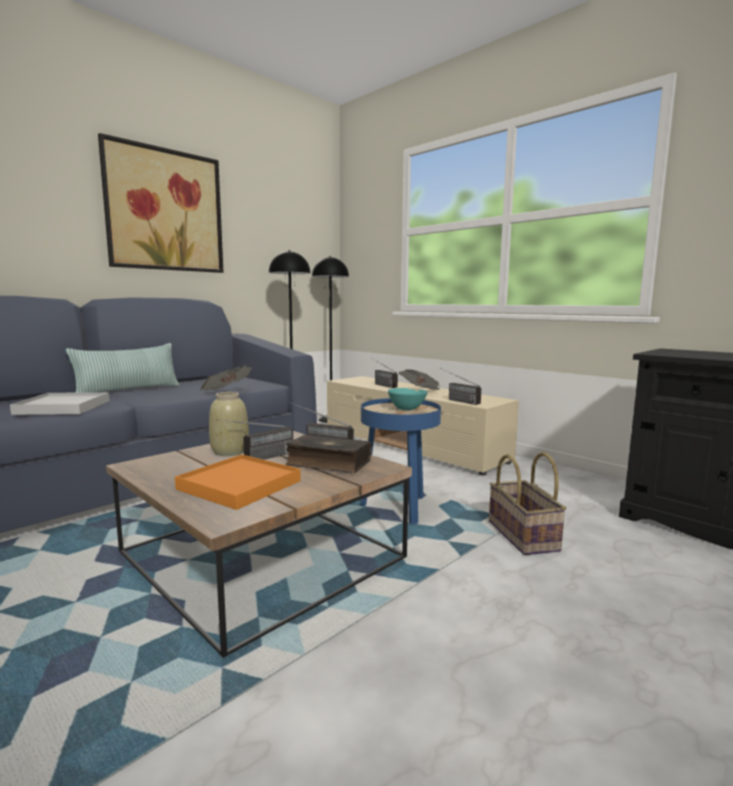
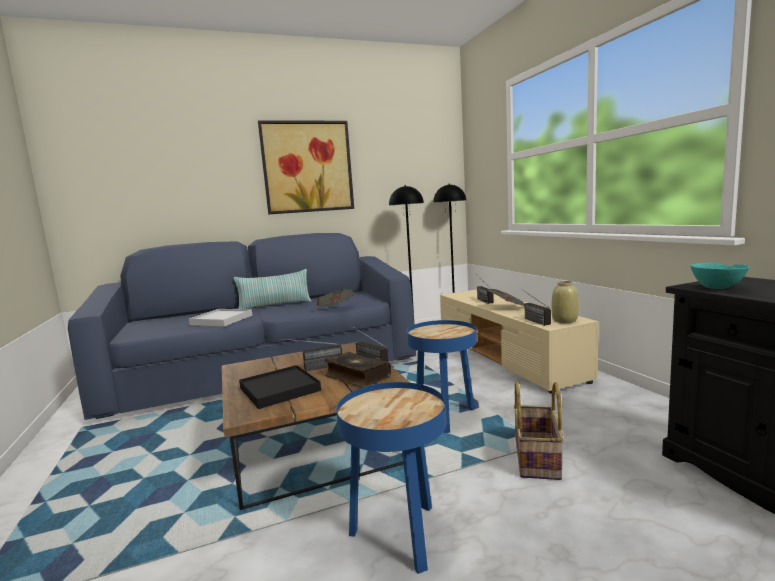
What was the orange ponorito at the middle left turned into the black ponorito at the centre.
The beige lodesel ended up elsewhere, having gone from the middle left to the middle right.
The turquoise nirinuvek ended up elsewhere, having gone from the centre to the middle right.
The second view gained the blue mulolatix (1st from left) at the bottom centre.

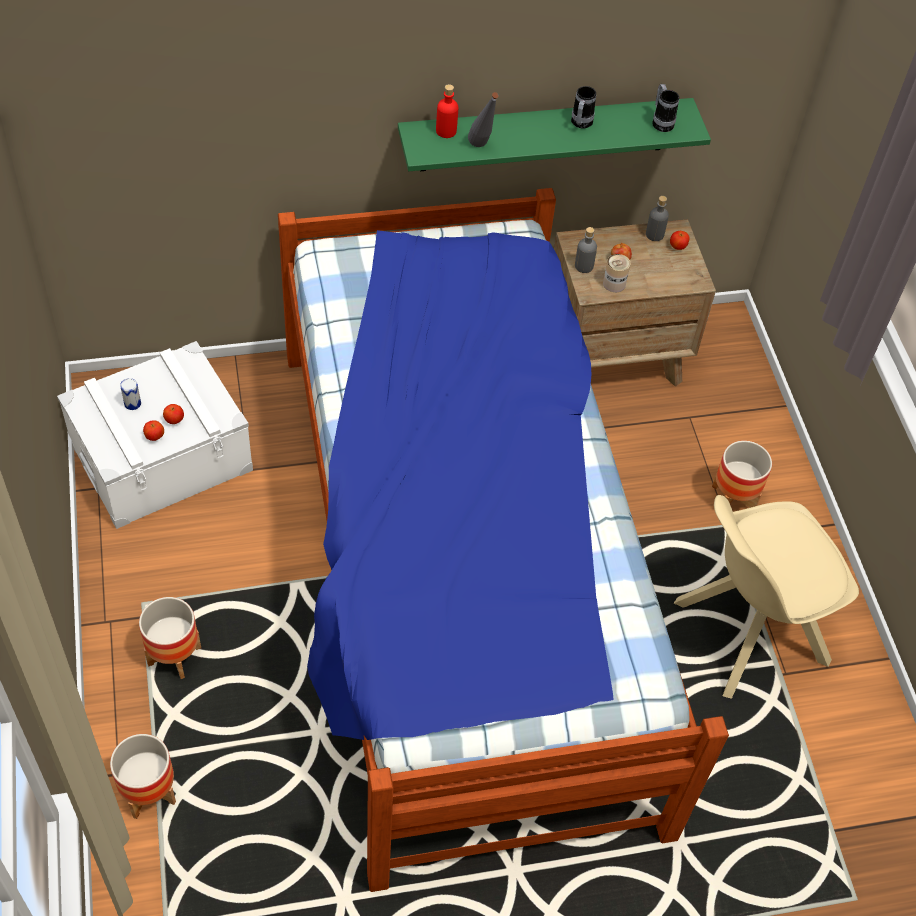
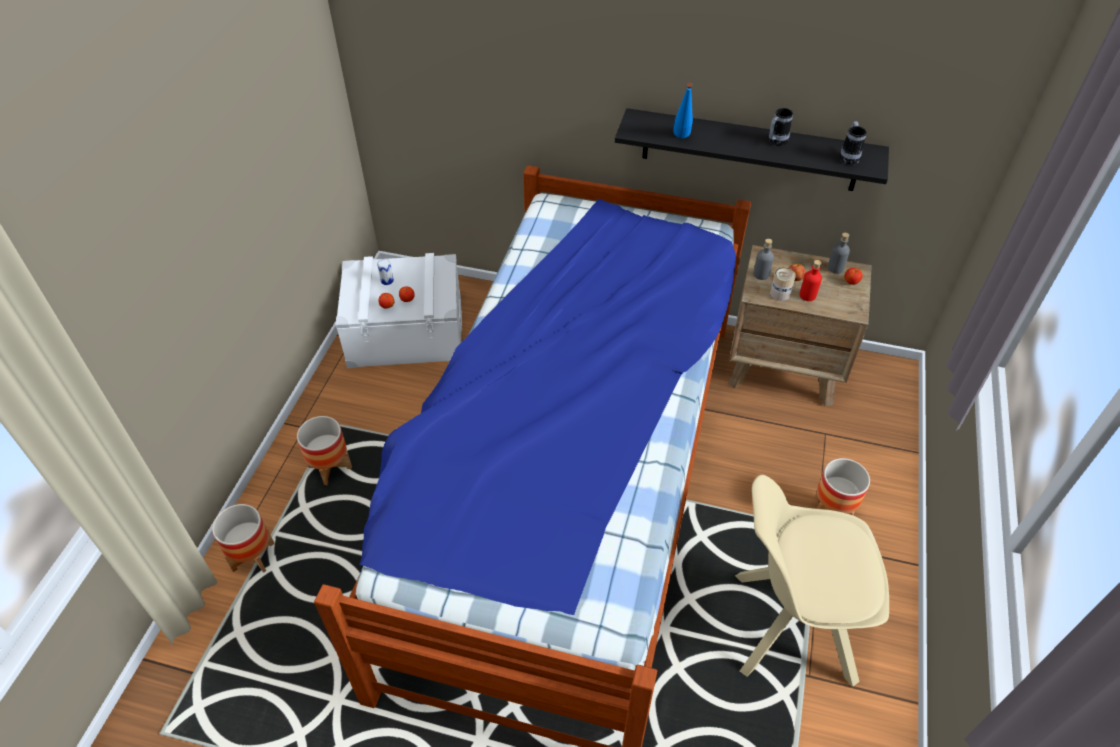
What was the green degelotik at the top centre turned into the black degelotik at the top right.
The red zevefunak ended up elsewhere, having gone from the top centre to the middle right.
What was the grey zevefunak (1st from left) at the top centre turned into the blue zevefunak at the top centre.

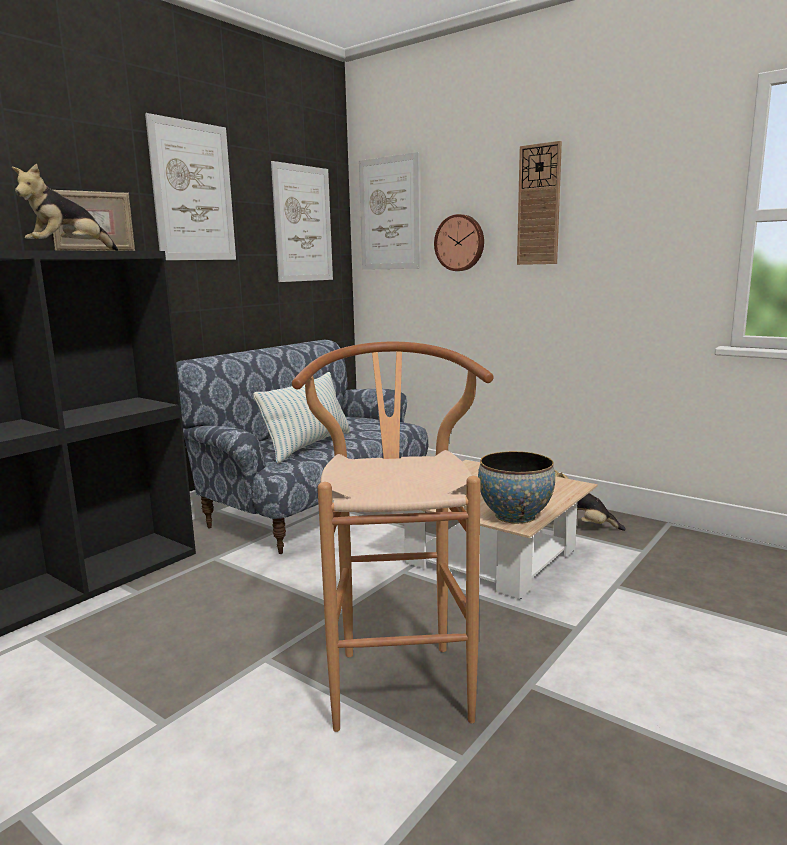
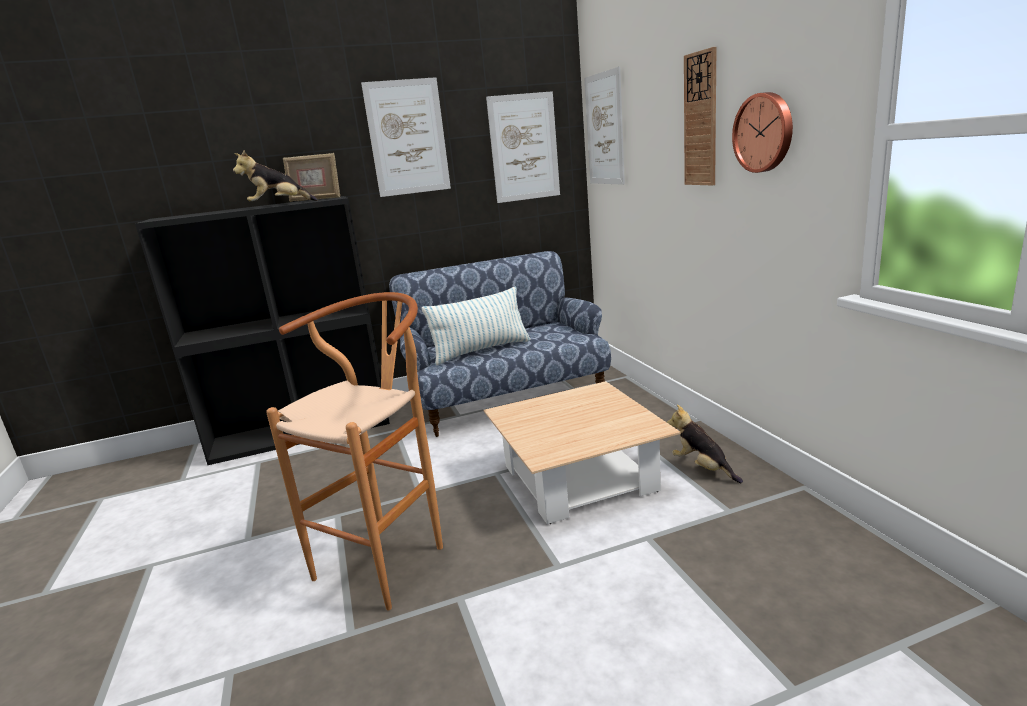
The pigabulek (1st from left in the first image) ended up elsewhere, having gone from the top centre to the top right.
The second view lost the nirinuvek at the centre.

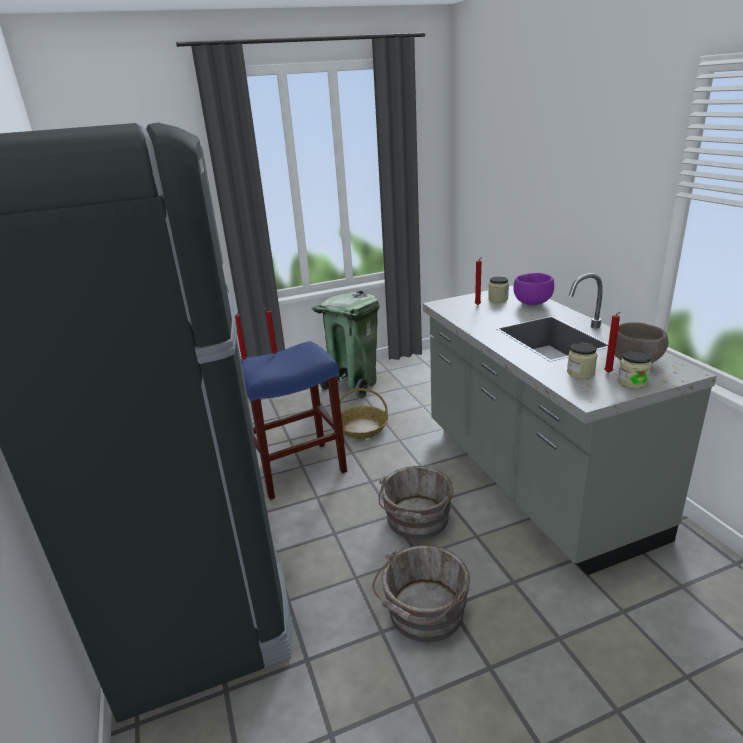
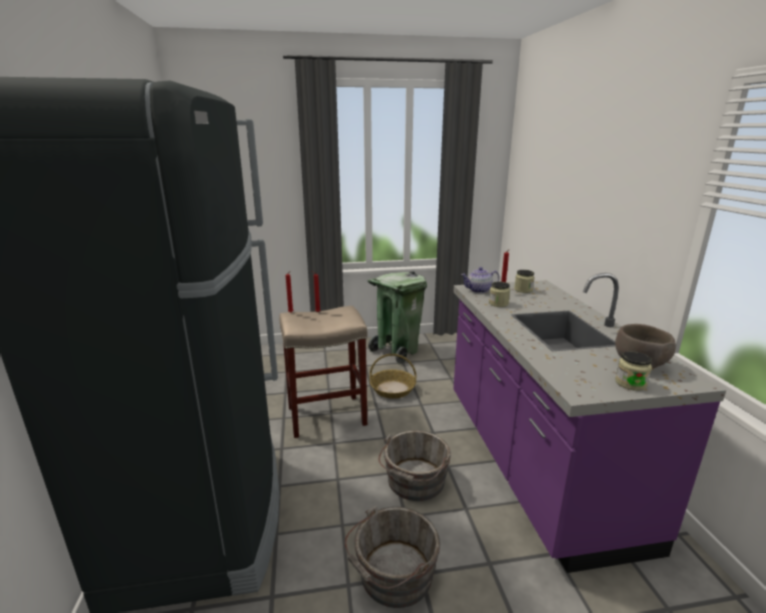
What was the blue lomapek at the centre turned into the beige lomapek at the centre.
What was the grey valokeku at the middle right turned into the purple valokeku at the bottom right.
The second view lost the purple nirinuvek at the middle right.
The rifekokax (2nd from left in the first image) ended up elsewhere, having gone from the middle right to the centre.
The second view lost the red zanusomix (4th from left) at the middle right.
The second view gained the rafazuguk at the centre.

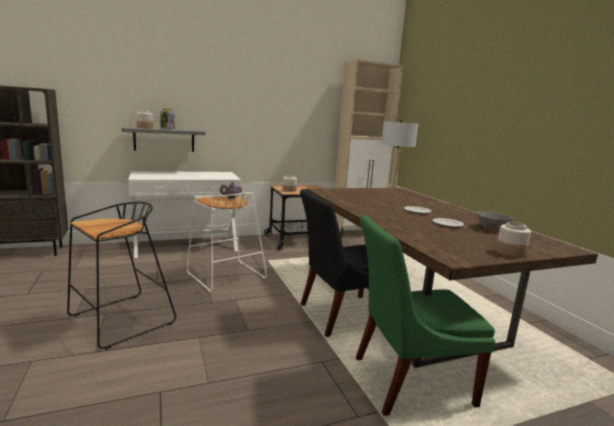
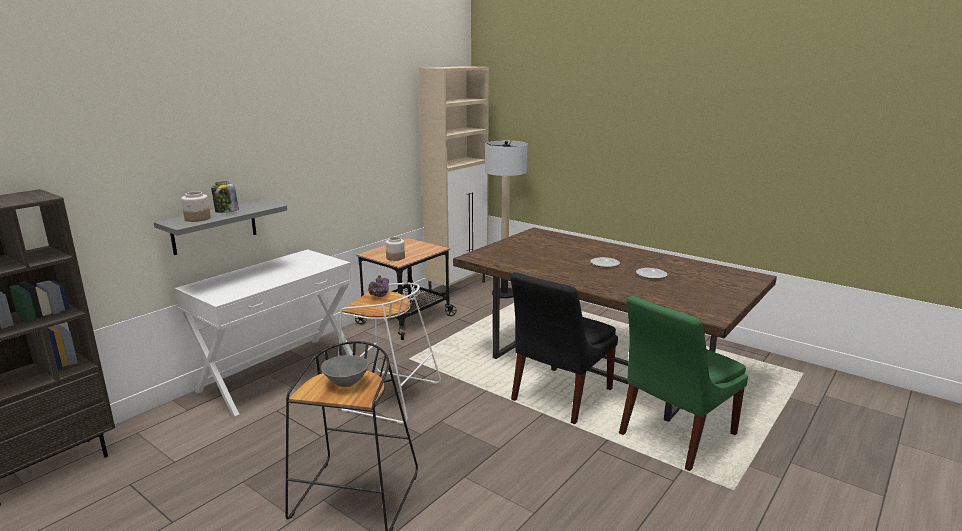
The grey nirinuvek ended up elsewhere, having gone from the middle right to the bottom centre.
The second view lost the rifekokax (4th from left) at the middle right.

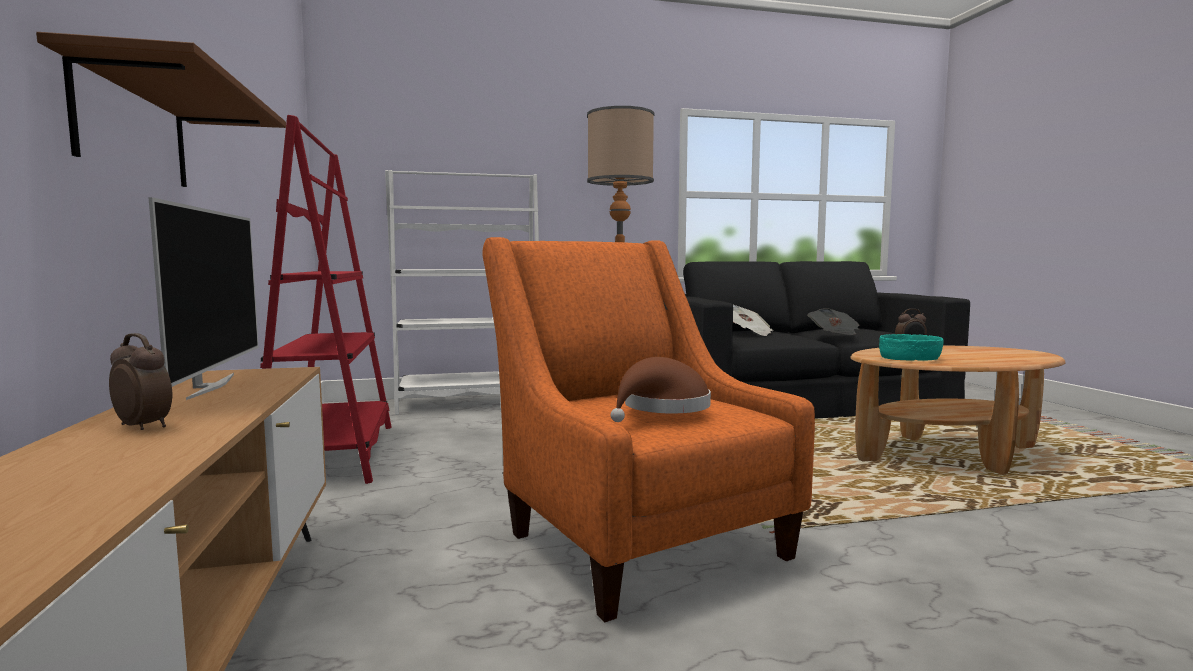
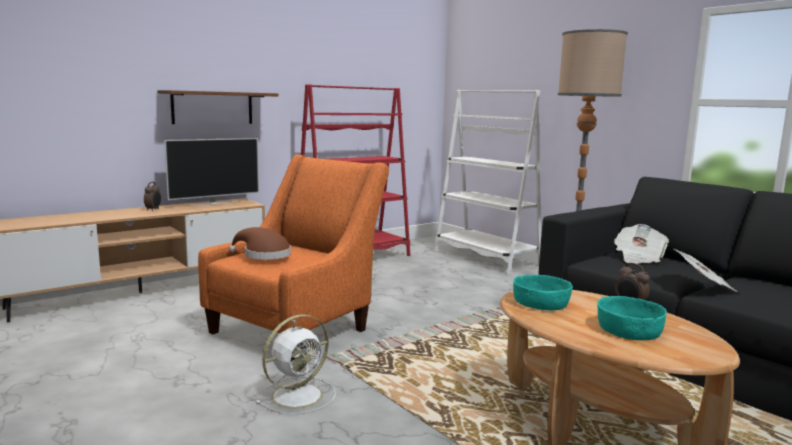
The second view gained the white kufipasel at the bottom centre.
The second view gained the turquoise nirinuvek (2nd from left) at the bottom right.

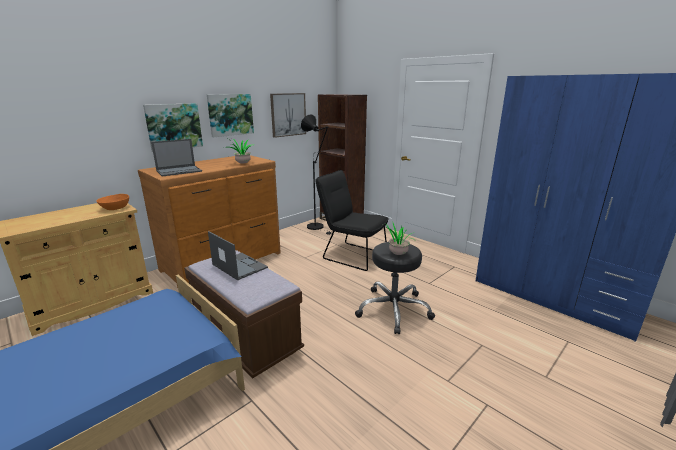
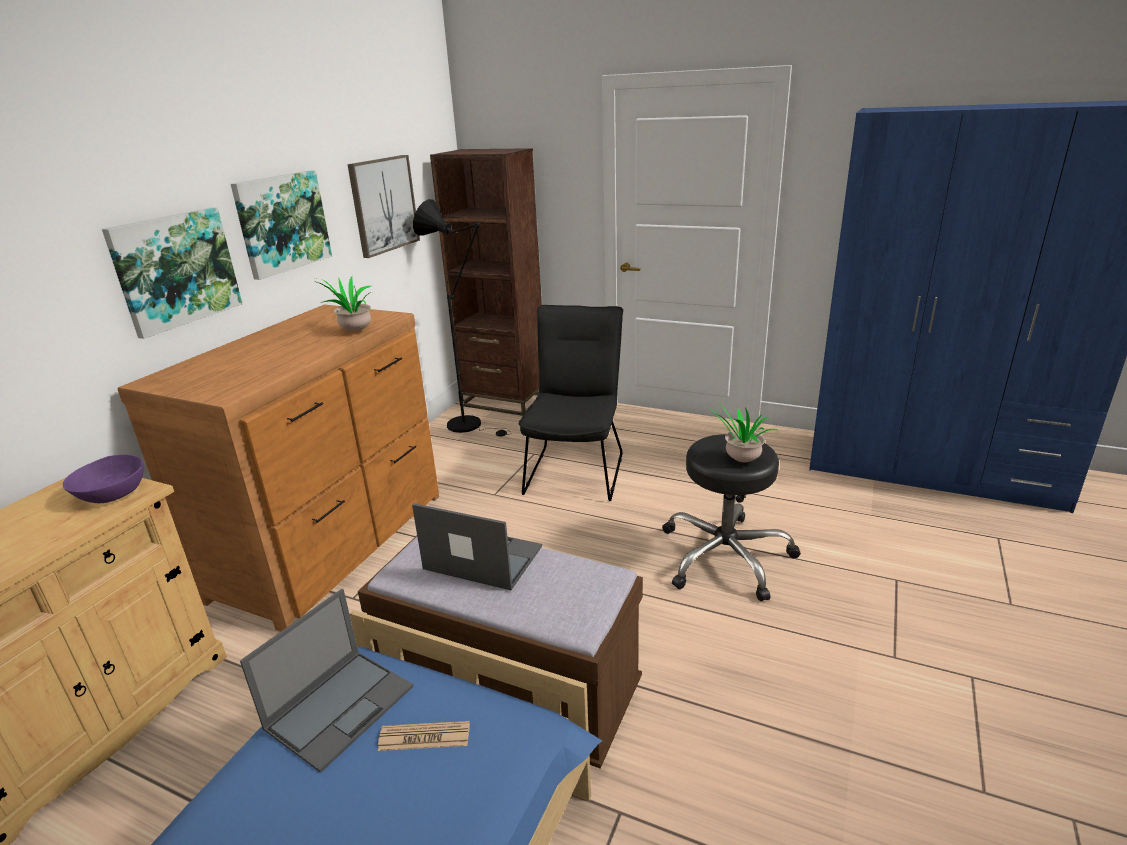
What was the orange nirinuvek at the middle left turned into the purple nirinuvek at the middle left.
The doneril (1st from left) ended up elsewhere, having gone from the middle left to the bottom left.
The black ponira at the centre ended up facing another way, 90 degrees clockwise from before.
The second view gained the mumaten at the bottom centre.

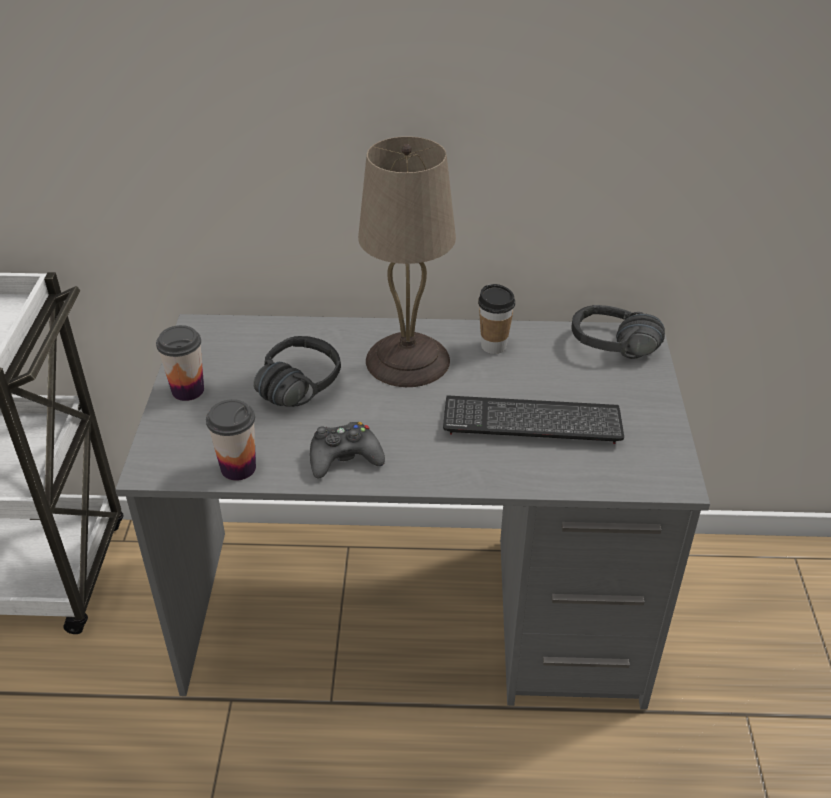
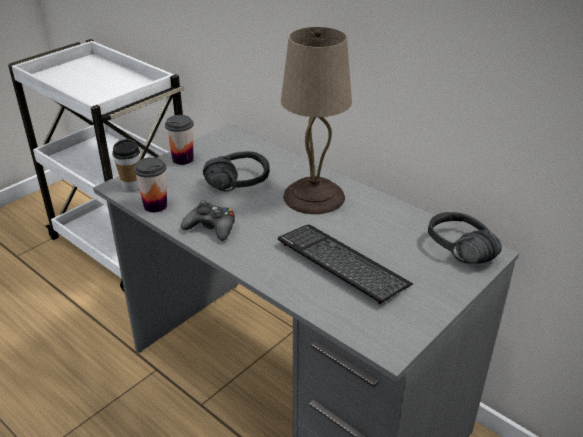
The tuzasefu (3rd from left in the first image) ended up elsewhere, having gone from the centre to the middle left.

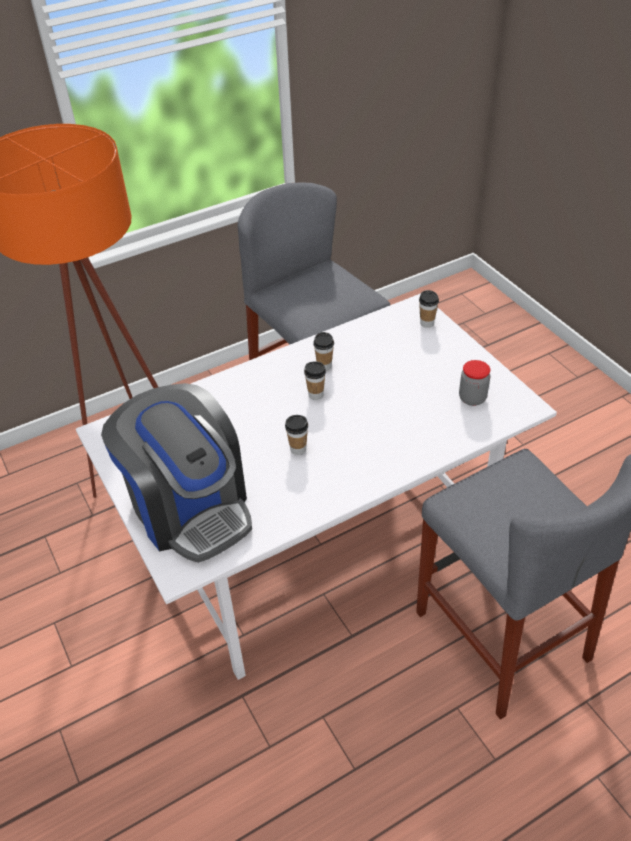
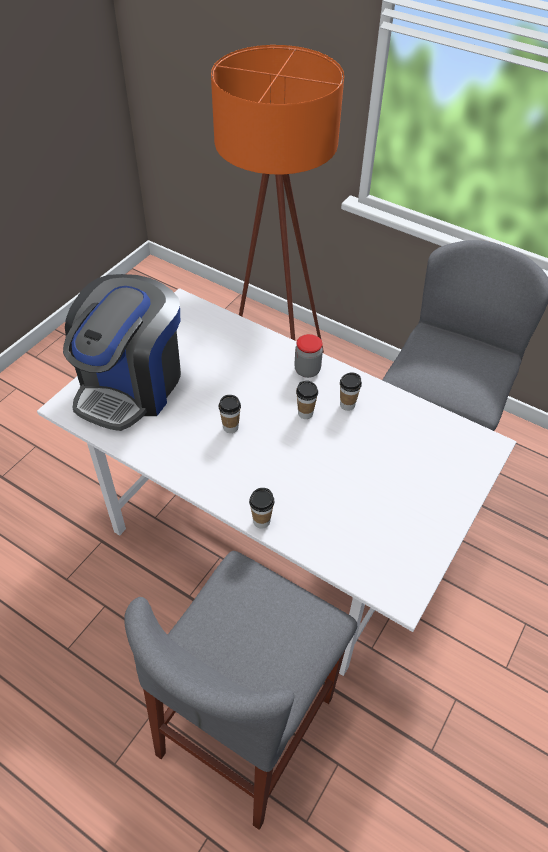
The tuzasefu (4th from left in the first image) ended up elsewhere, having gone from the middle right to the centre.
The rifekokax ended up elsewhere, having gone from the middle right to the centre.

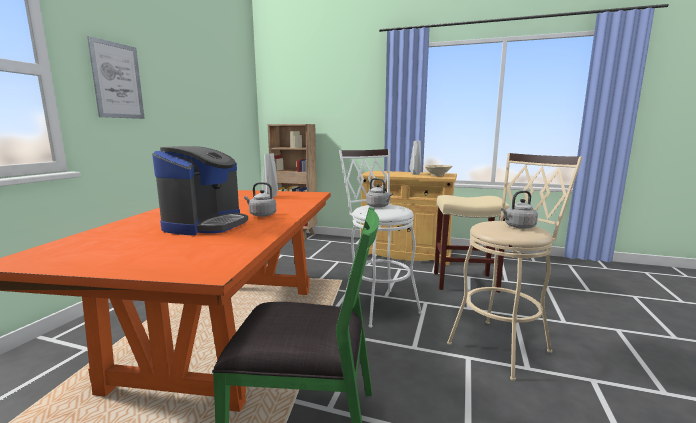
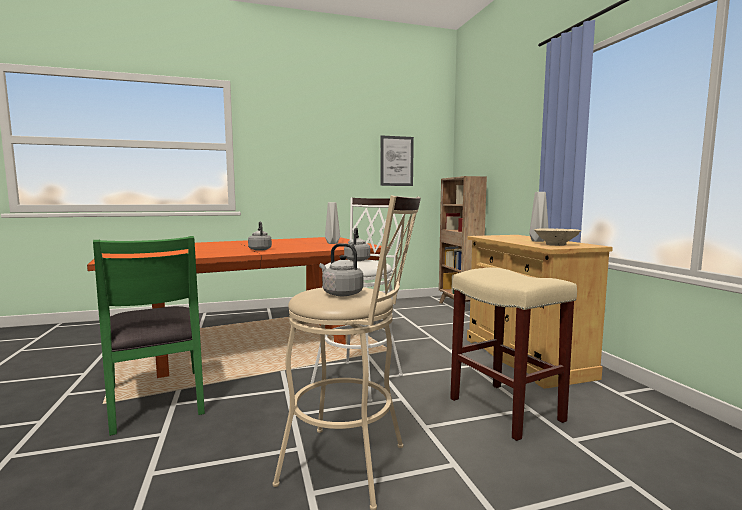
The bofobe ended up elsewhere, having gone from the top left to the top centre.
The second view lost the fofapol at the middle left.

